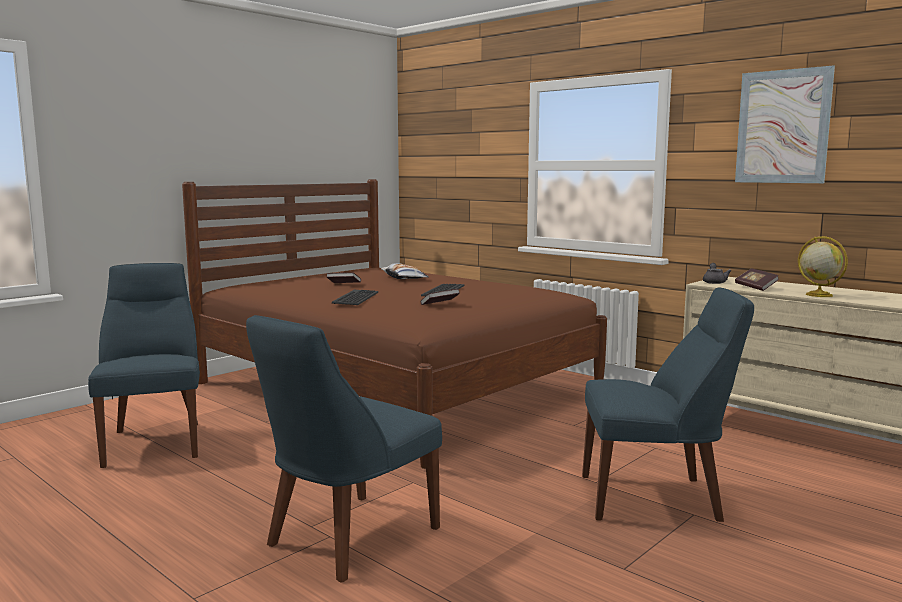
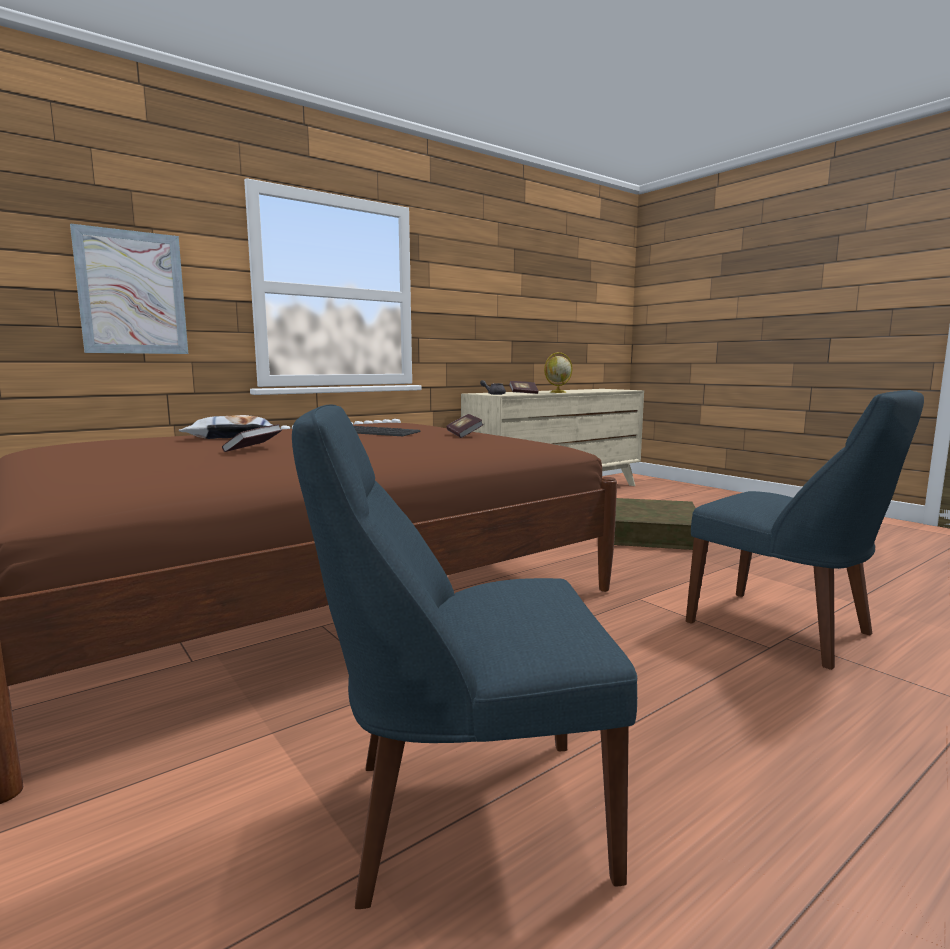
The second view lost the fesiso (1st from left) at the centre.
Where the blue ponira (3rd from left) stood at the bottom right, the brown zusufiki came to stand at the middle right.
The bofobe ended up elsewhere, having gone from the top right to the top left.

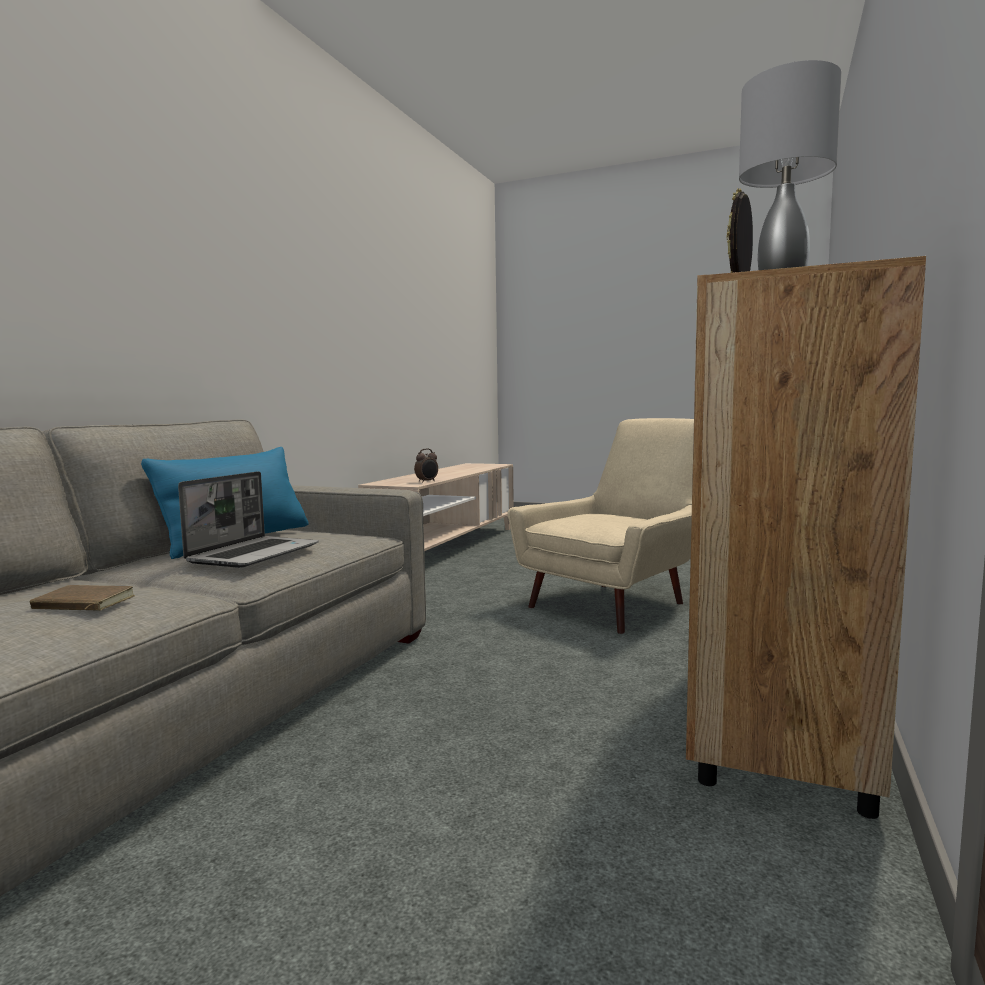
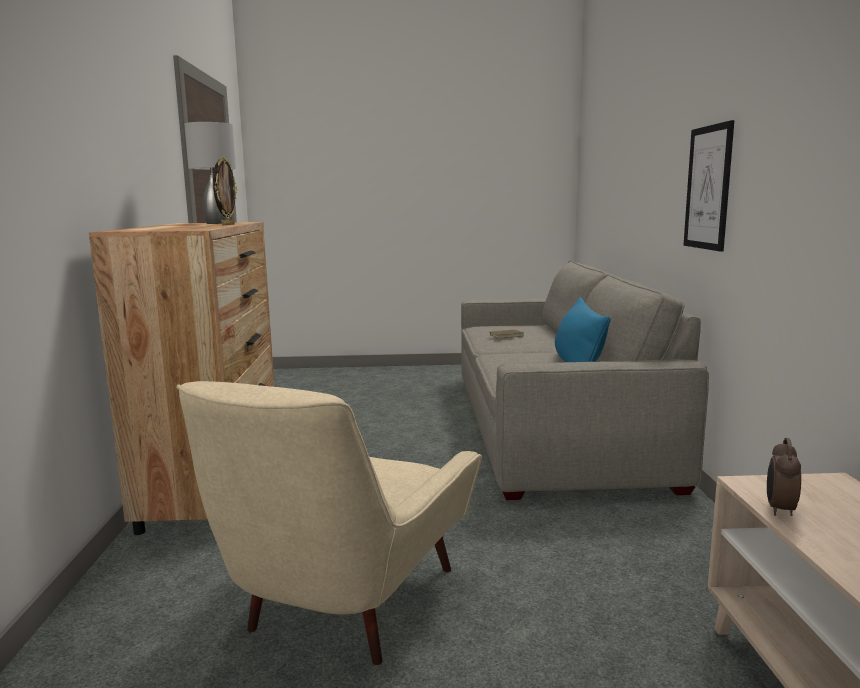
The second view lost the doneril at the middle left.
The second view gained the bofobe at the top right.

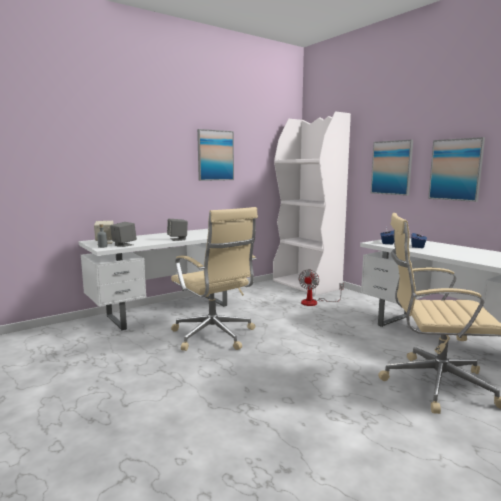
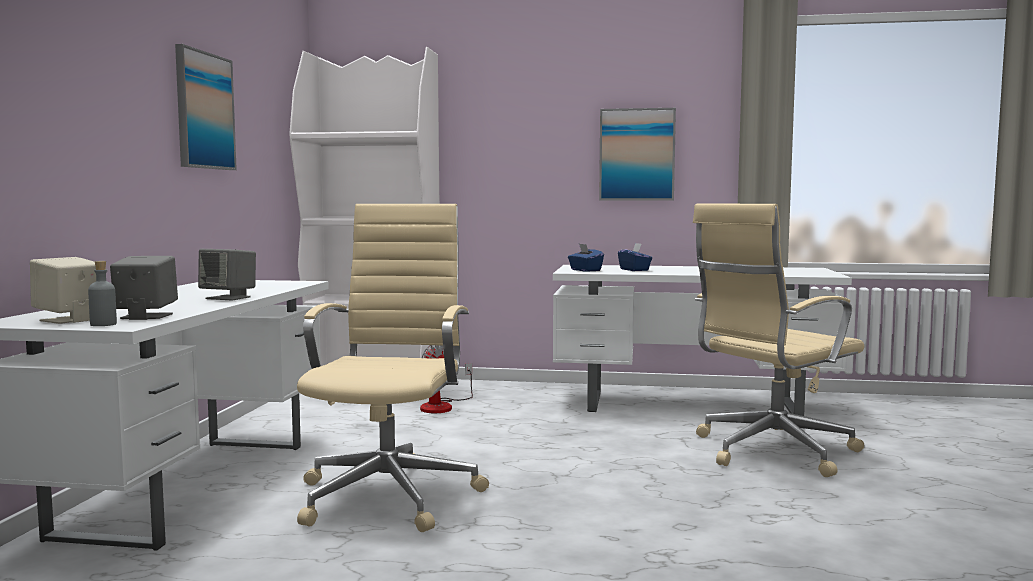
The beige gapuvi (1st from left) at the centre ended up facing another way, 90 degrees counterclockwise from before.
The second view lost the bofobe (2nd from left) at the middle right.

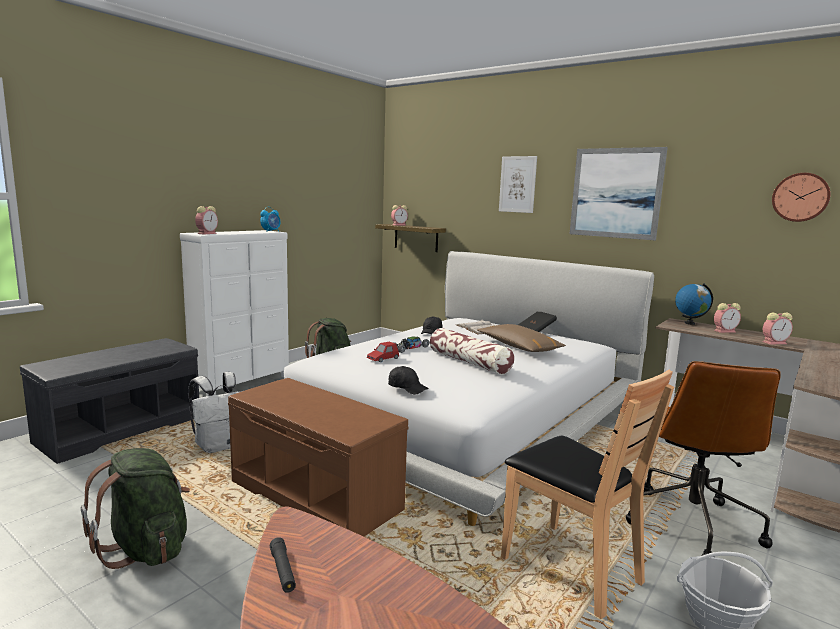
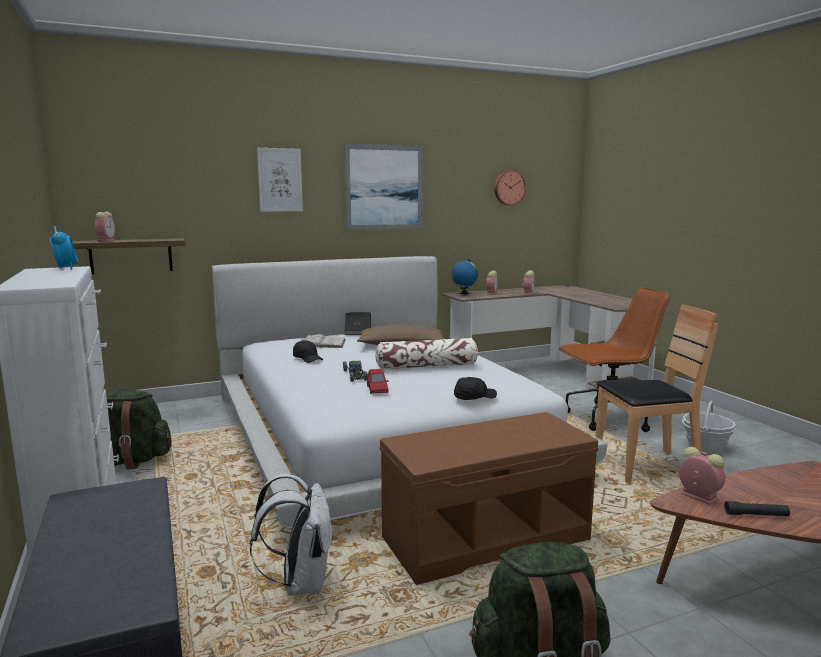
The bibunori (1st from left in the first image) ended up elsewhere, having gone from the middle left to the bottom right.
The brown gapuvi at the bottom right ended up facing another way, 60 degrees counterclockwise from before.

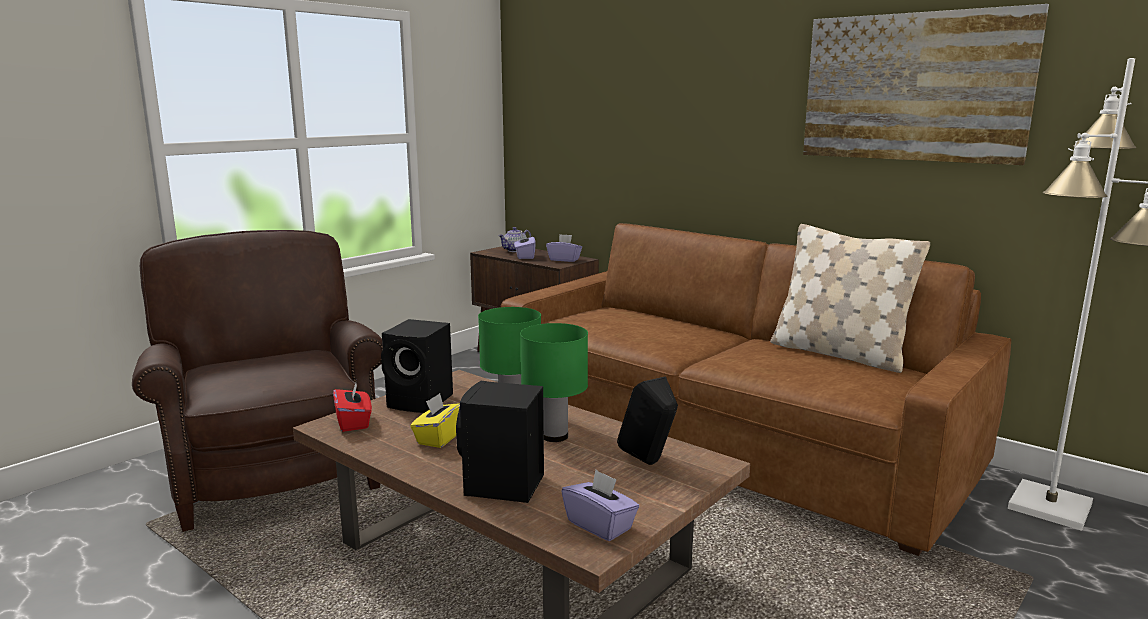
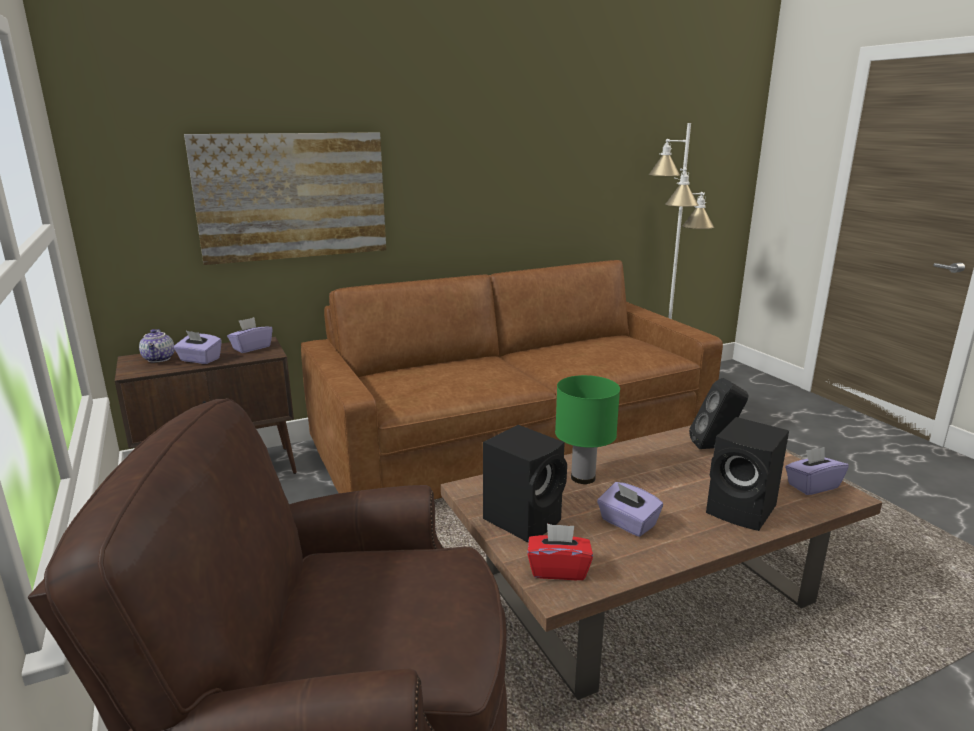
What was the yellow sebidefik at the bottom centre turned into the purple sebidefik (3rd from left) at the bottom centre.
The second view lost the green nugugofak (2nd from left) at the centre.
The second view lost the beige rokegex at the middle right.
The bofobe ended up elsewhere, having gone from the top right to the top left.

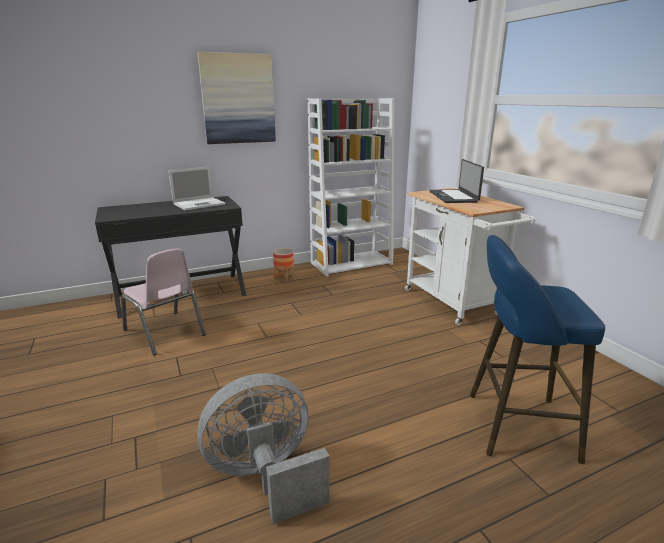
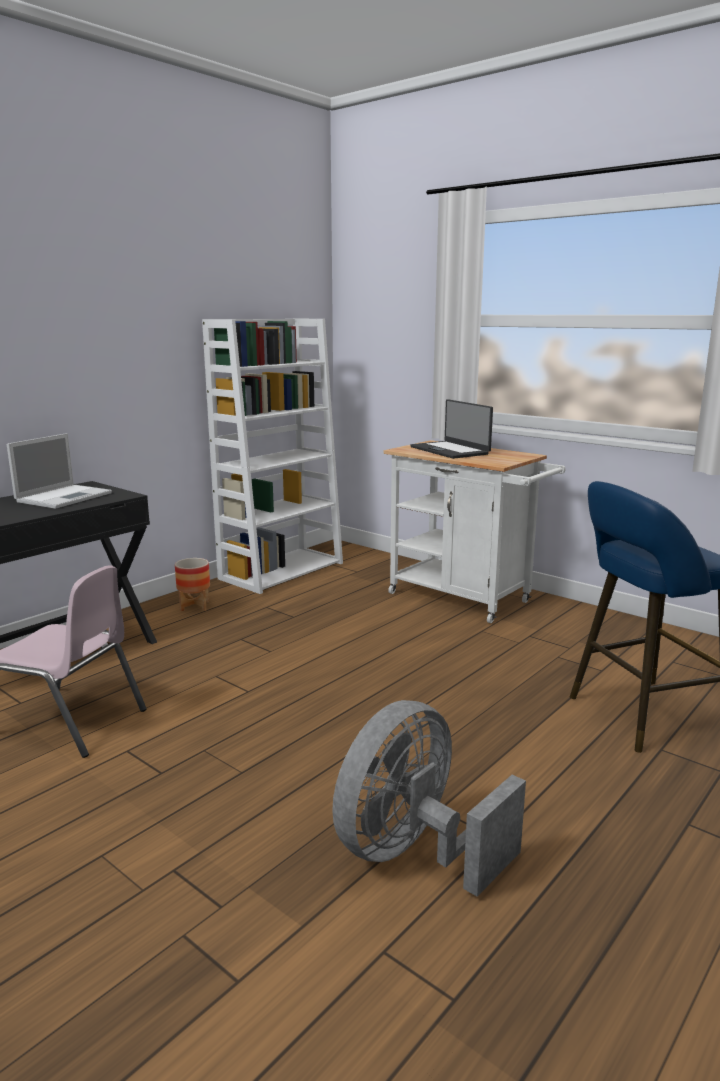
The second view lost the bofobe at the top centre.

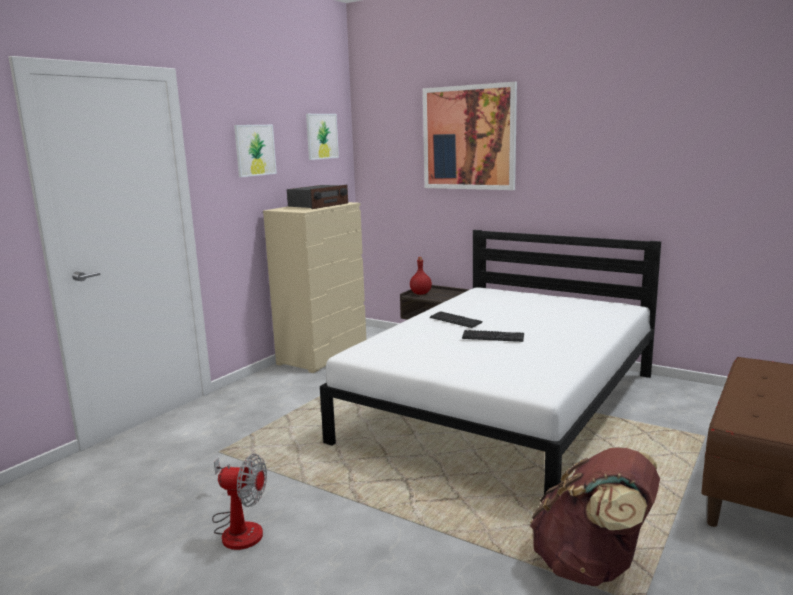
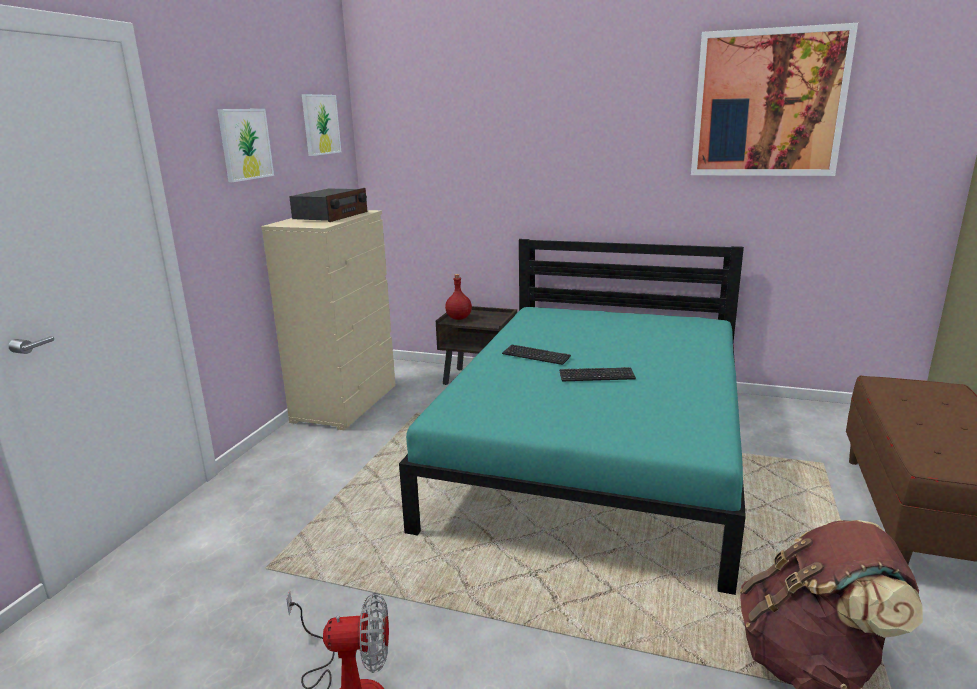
What was the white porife at the centre turned into the turquoise porife at the centre.
The bofobe (3rd from left) ended up elsewhere, having gone from the top centre to the top right.

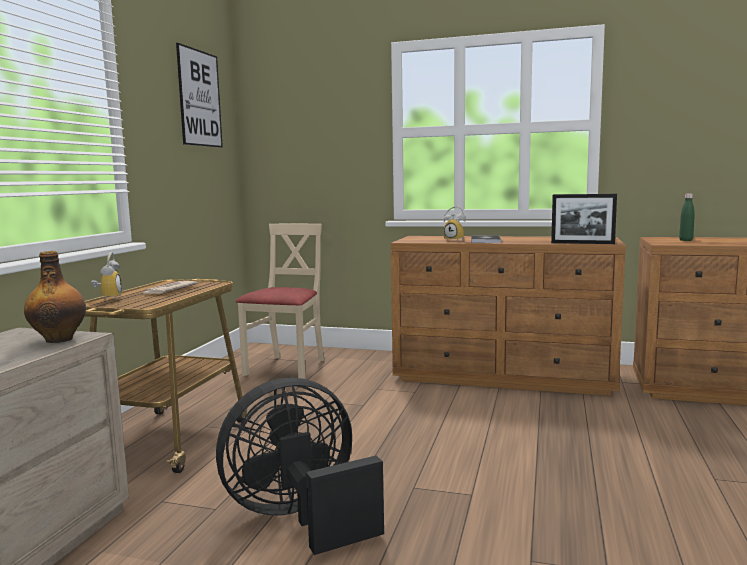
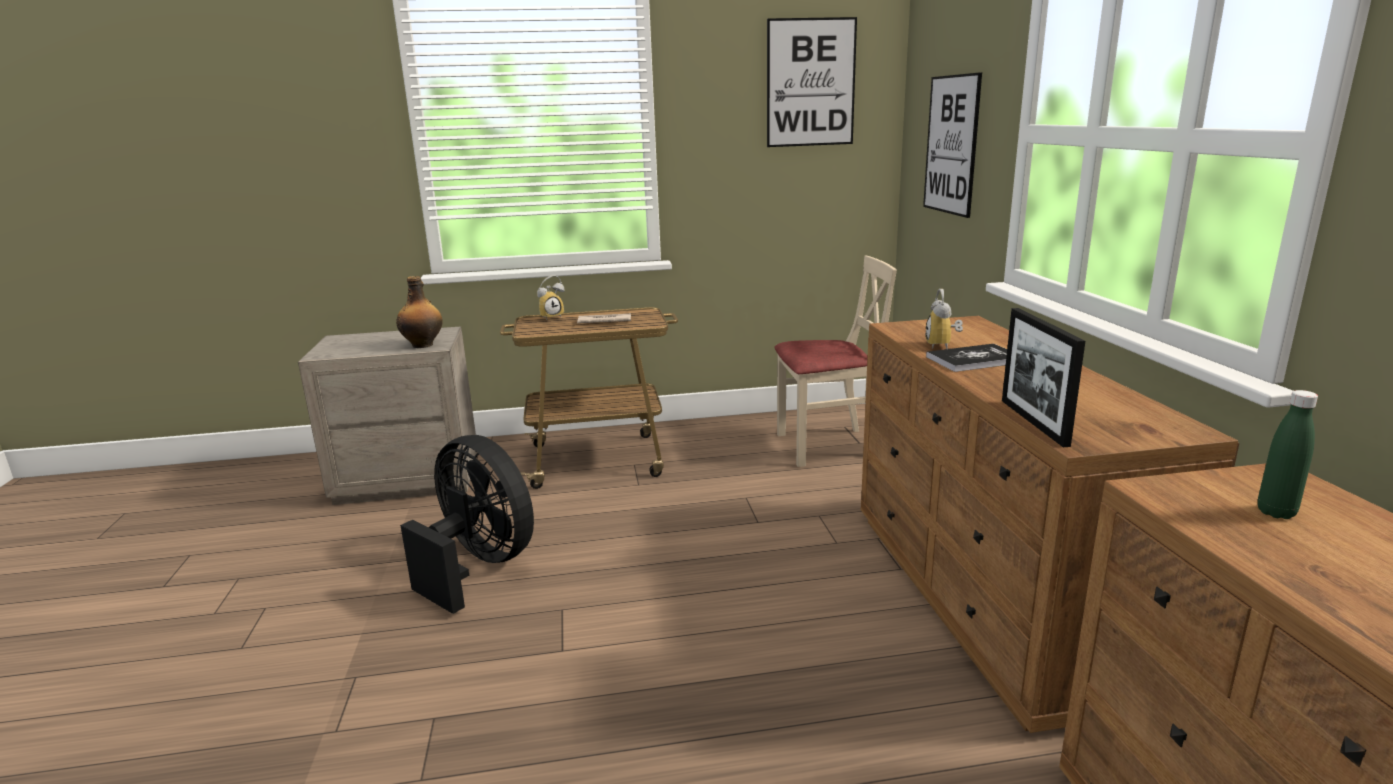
The second view gained the bofobe (2nd from left) at the top right.

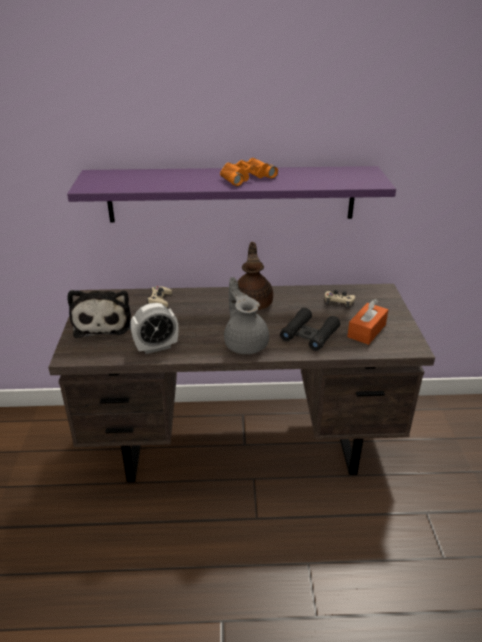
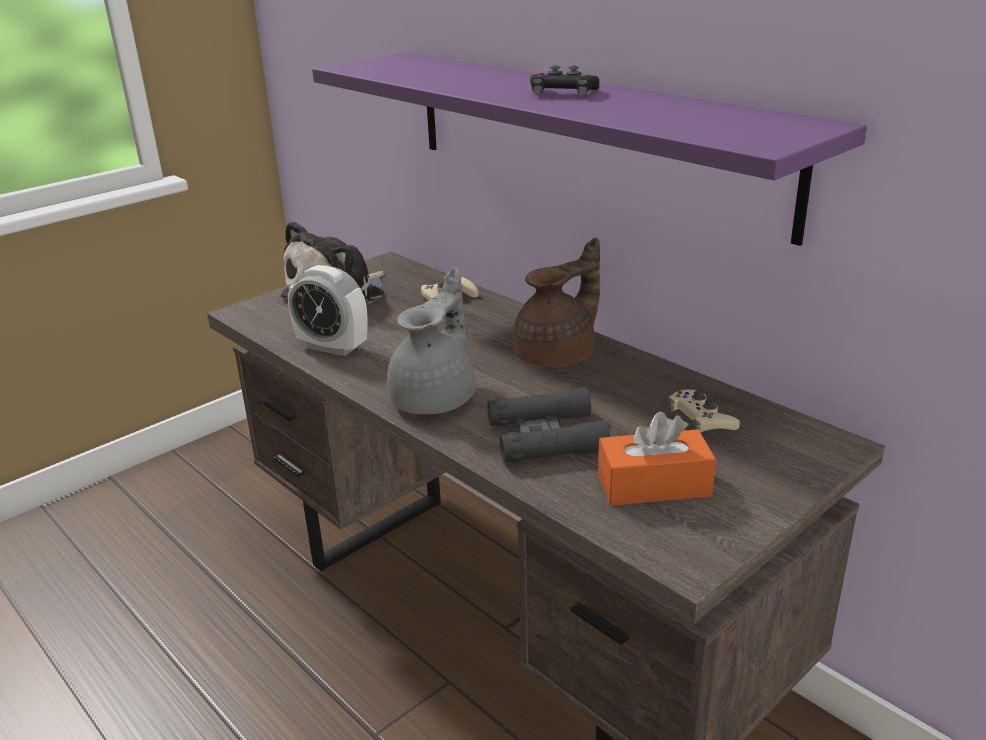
Where the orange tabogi stood at the top centre, the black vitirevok came to stand at the top centre.

